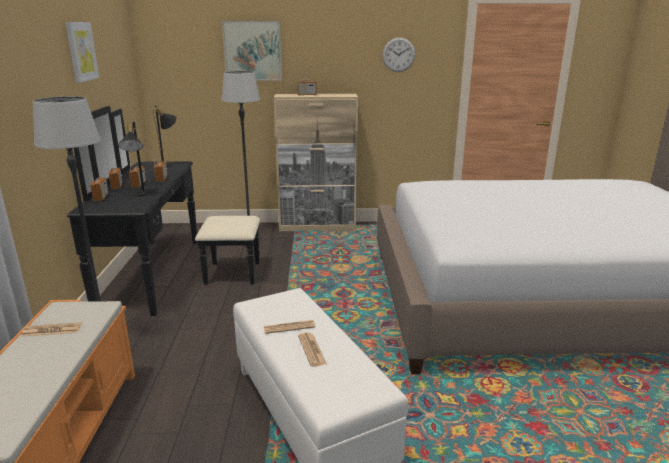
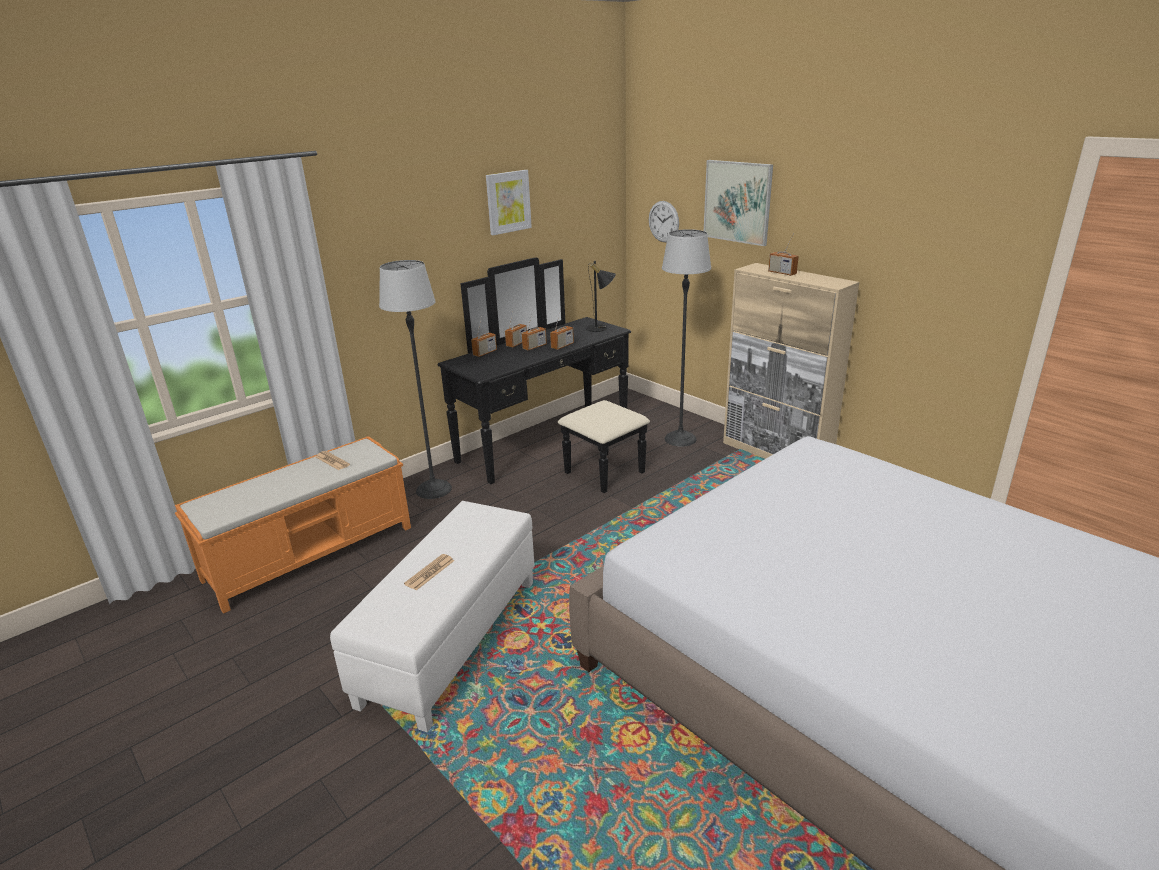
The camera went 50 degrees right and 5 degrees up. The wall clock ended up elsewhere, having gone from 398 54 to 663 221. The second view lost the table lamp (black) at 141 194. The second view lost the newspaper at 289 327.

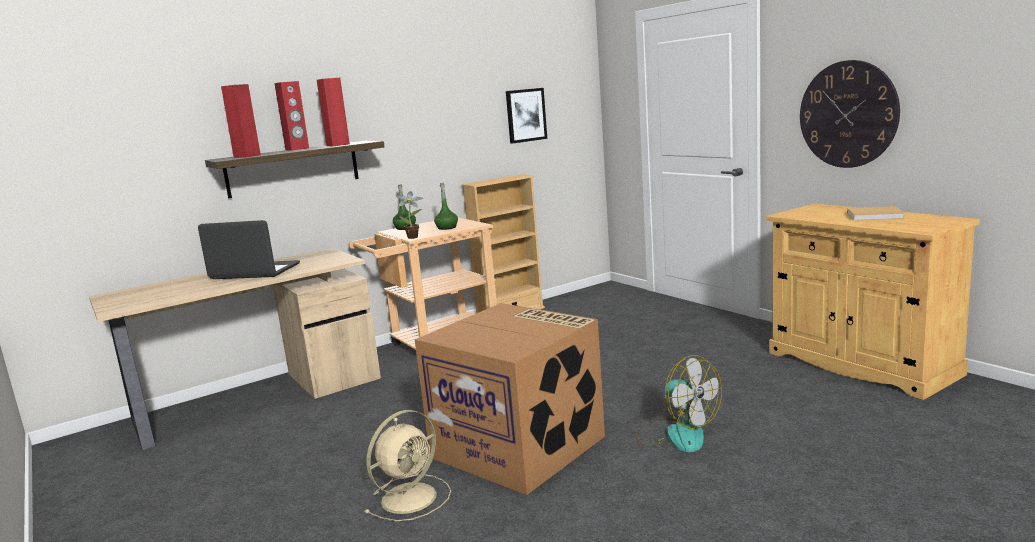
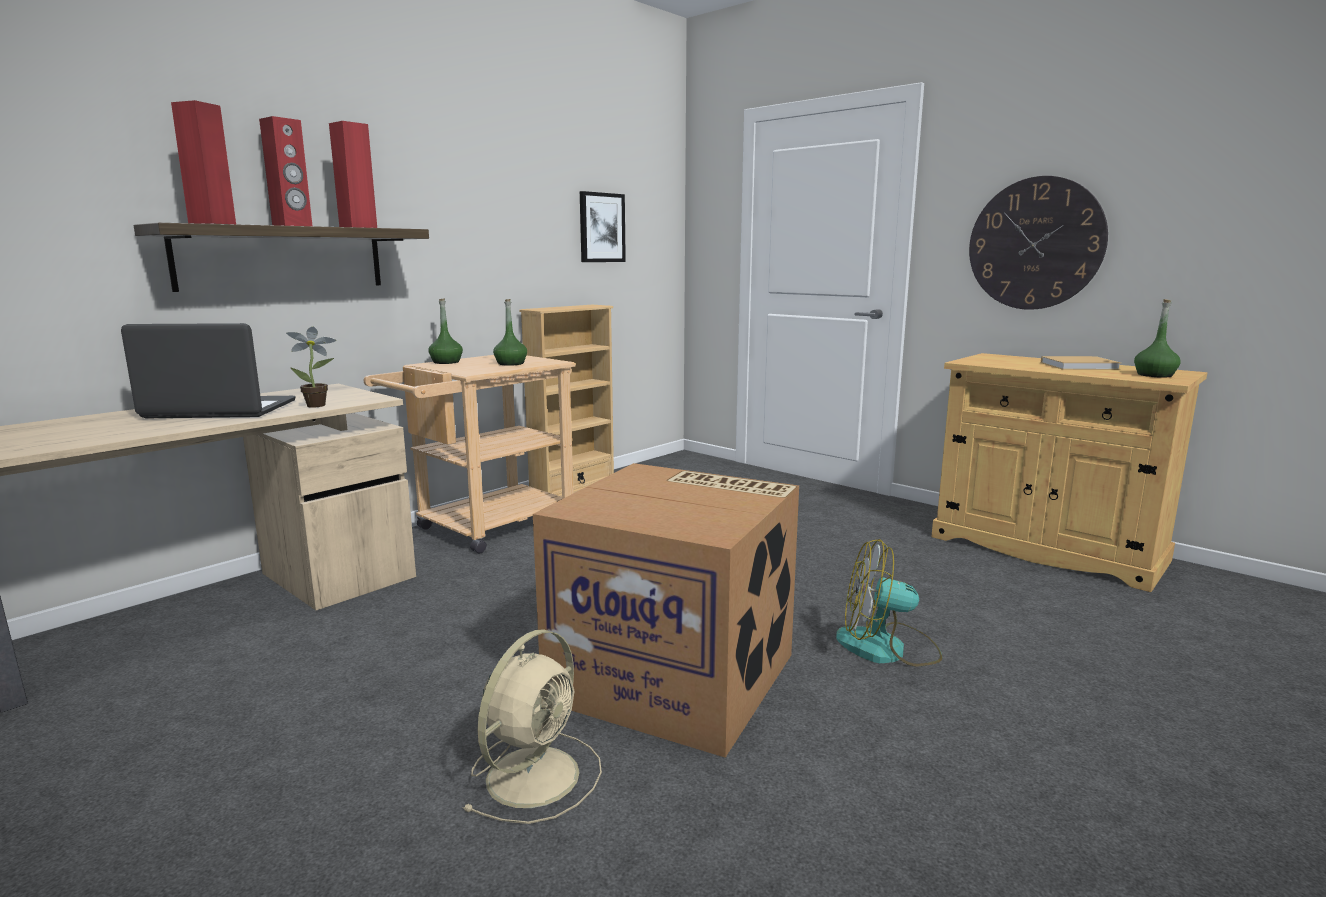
The camera went 15 degrees left and 0 degrees up. The potted plant ended up elsewhere, having gone from 414 237 to 319 405. The fan at 676 434 ended up facing another way, 150 degrees clockwise from before. The second view gained the bottle (green) at 1155 375.

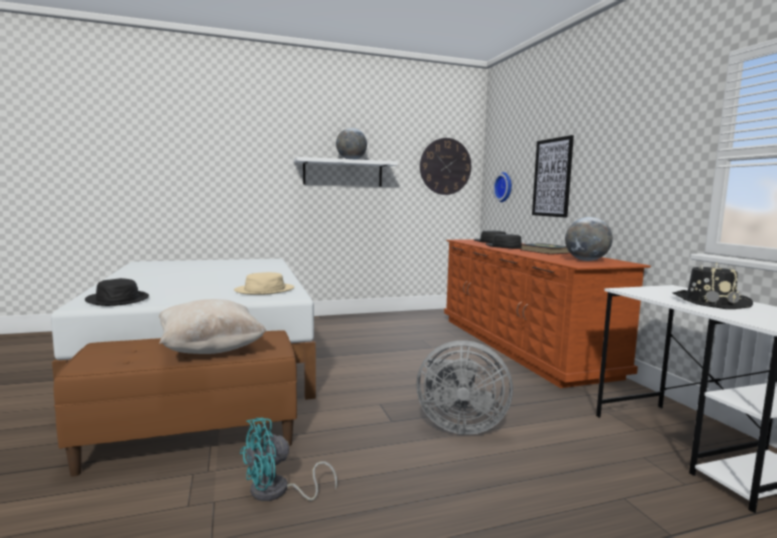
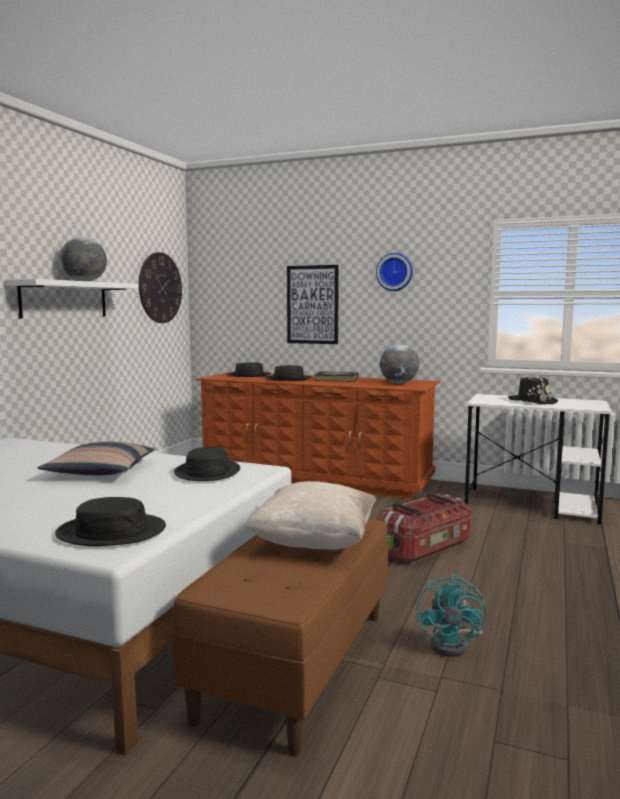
The camera went 50 degrees left and 0 degrees up. The wall clock ended up elsewhere, having gone from 504 187 to 395 272. What was the hat (beige) at 264 290 turned into the hat (black) at 207 472. Where the fan (grey) stood at 458 425, the storage box came to stand at 425 548. The second view gained the pillow at 101 471.

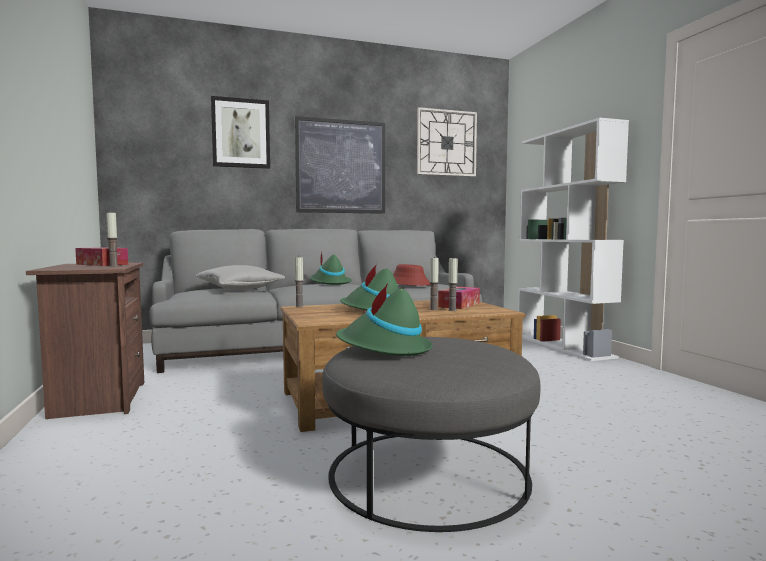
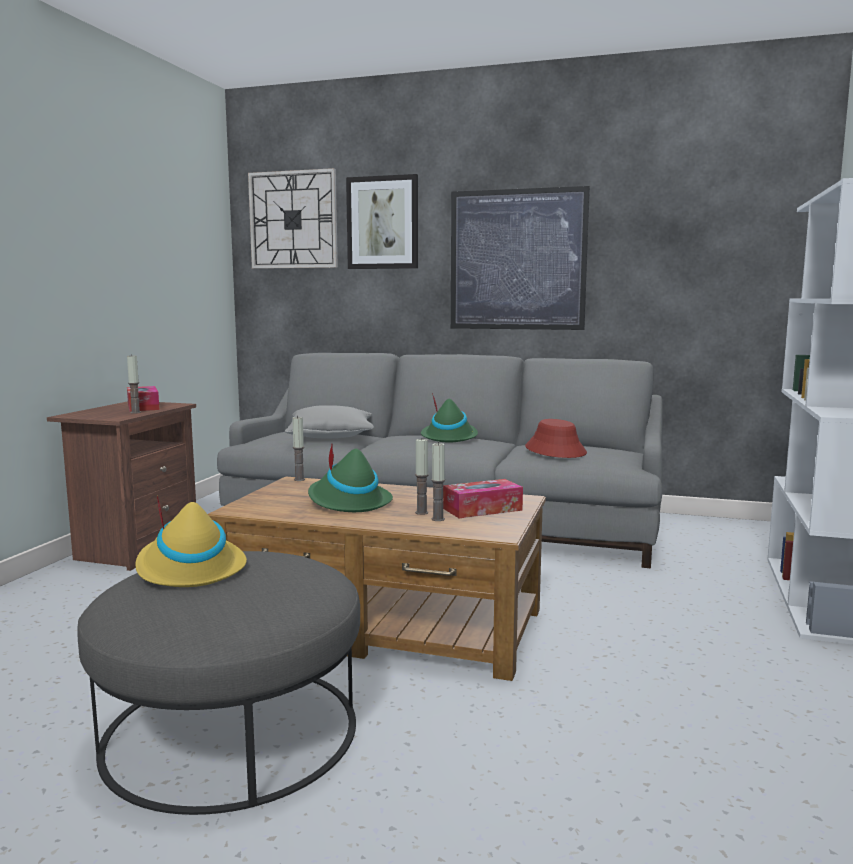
The camera went 35 degrees right and 5 degrees up. The wall clock ended up elsewhere, having gone from 446 143 to 293 220. What was the hat (green) at 383 349 turned into the hat (yellow) at 189 569.

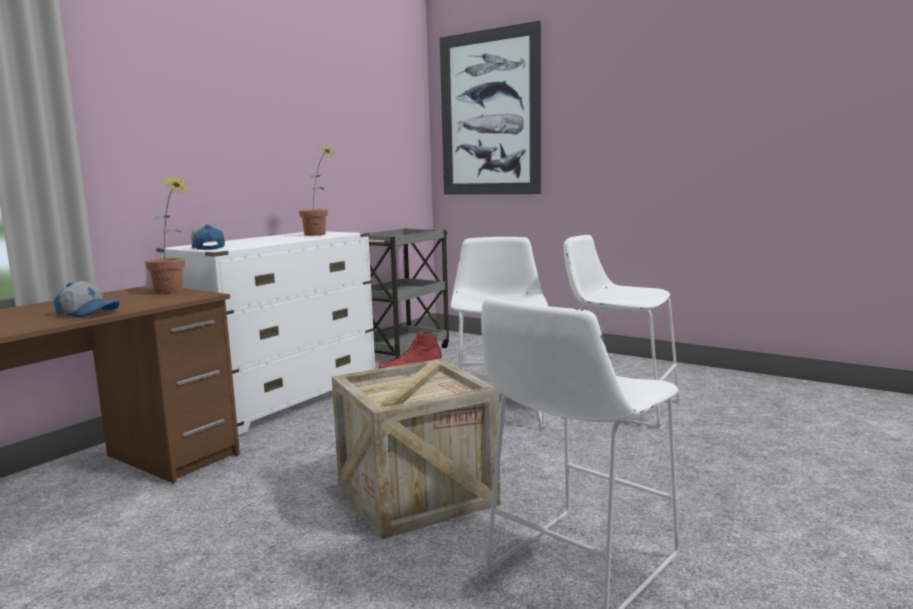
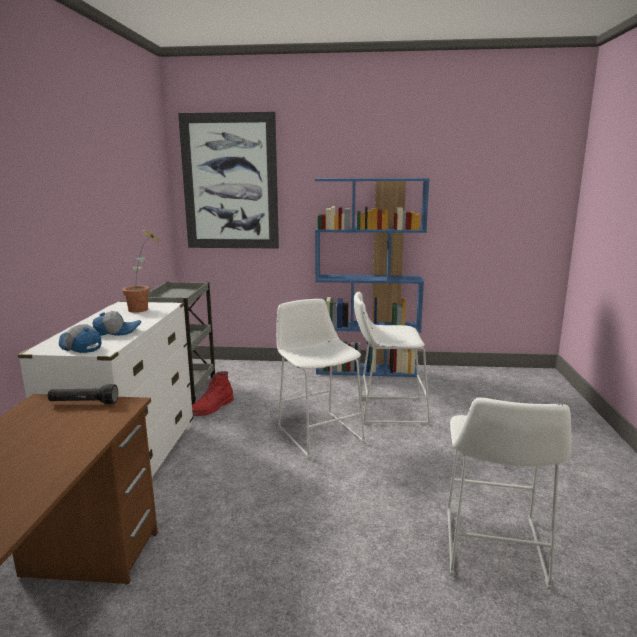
The camera went 30 degrees left and 5 degrees up. Where the potted plant stood at 174 291, the flashlight (black) came to stand at 83 403. The cap ended up elsewhere, having gone from 88 313 to 117 332. The second view lost the crate at 416 494. The second view gained the bookcase (blue) at 367 370.

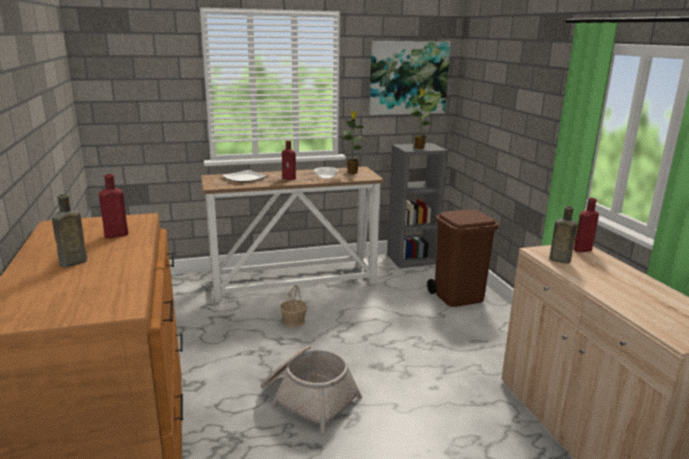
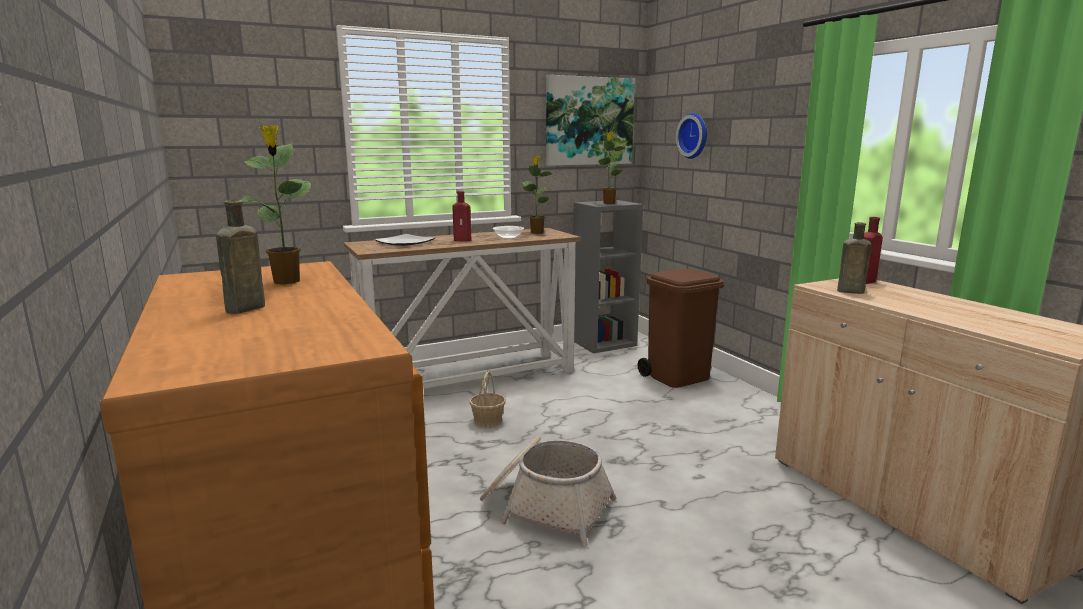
The camera went 10 degrees left and 5 degrees down. Where the bottle (red) stood at 114 235, the potted plant came to stand at 286 282. The second view gained the wall clock at 694 136.

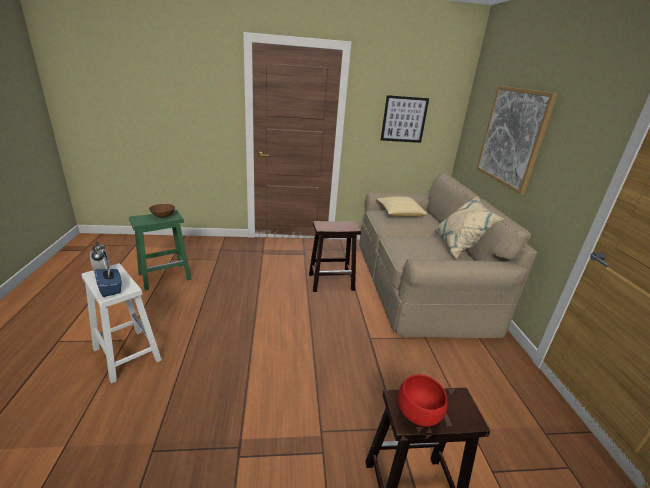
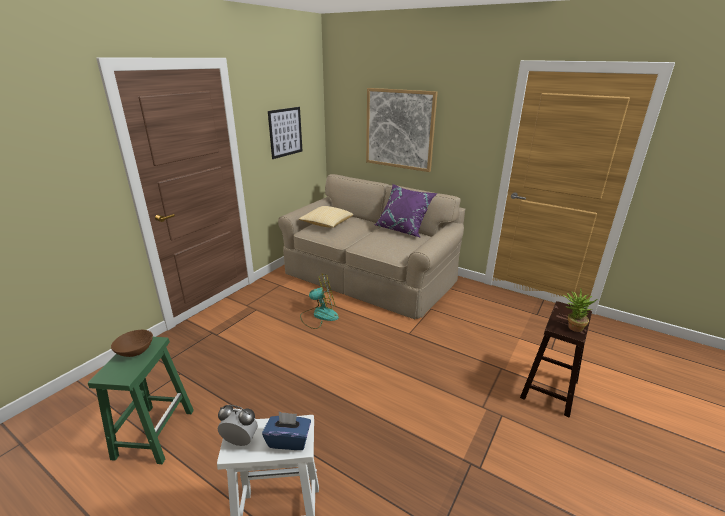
The camera went 50 degrees left and 0 degrees up. What was the pillow (beige) at 459 247 turned into the pillow (purple) at 403 229. Where the stool (brown) stood at 332 282, the fan came to stand at 319 315. Where the bowl (red) stood at 419 415, the potted plant came to stand at 572 327.

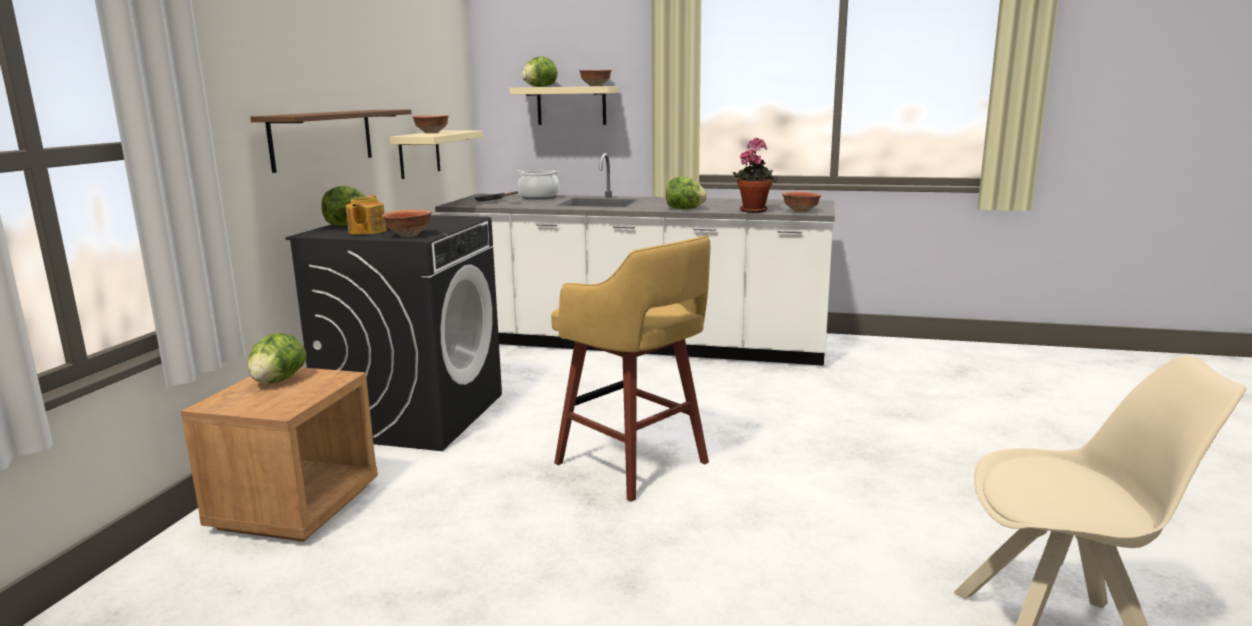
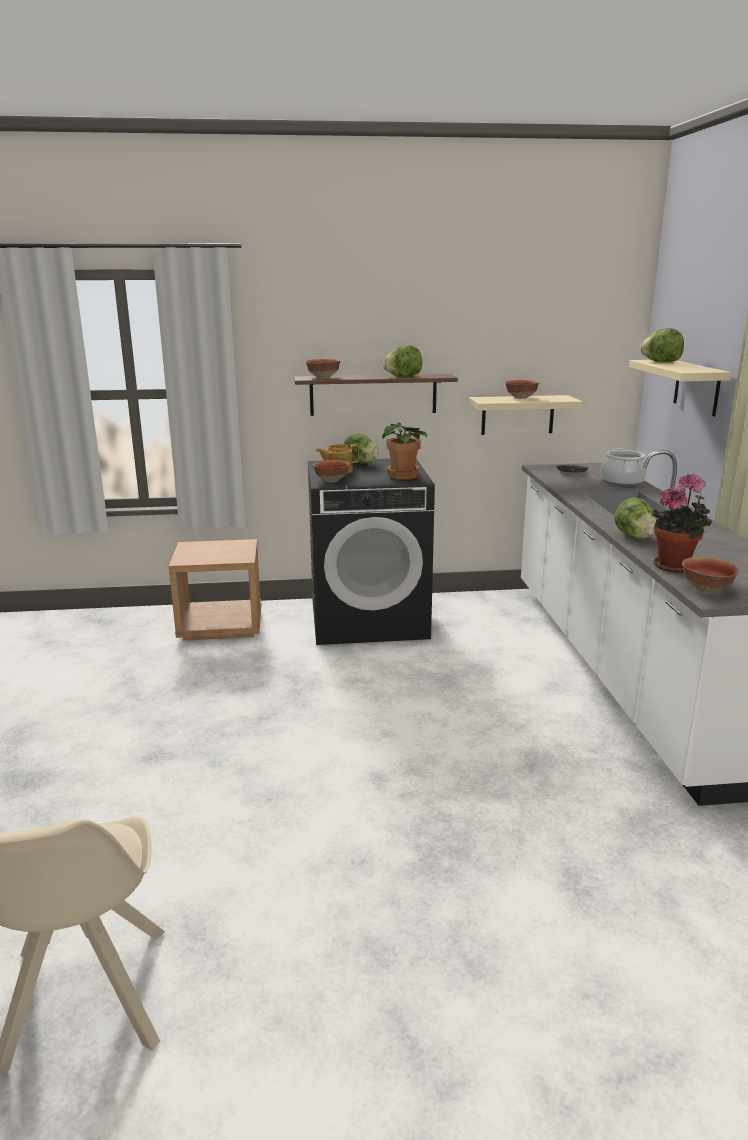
The camera went 70 degrees right and 5 degrees up. The bowl ended up elsewhere, having gone from 596 86 to 323 377. The second view lost the stool (yellow) at 634 465. The lettuce ended up elsewhere, having gone from 278 381 to 403 376. The second view gained the potted plant at 404 475.

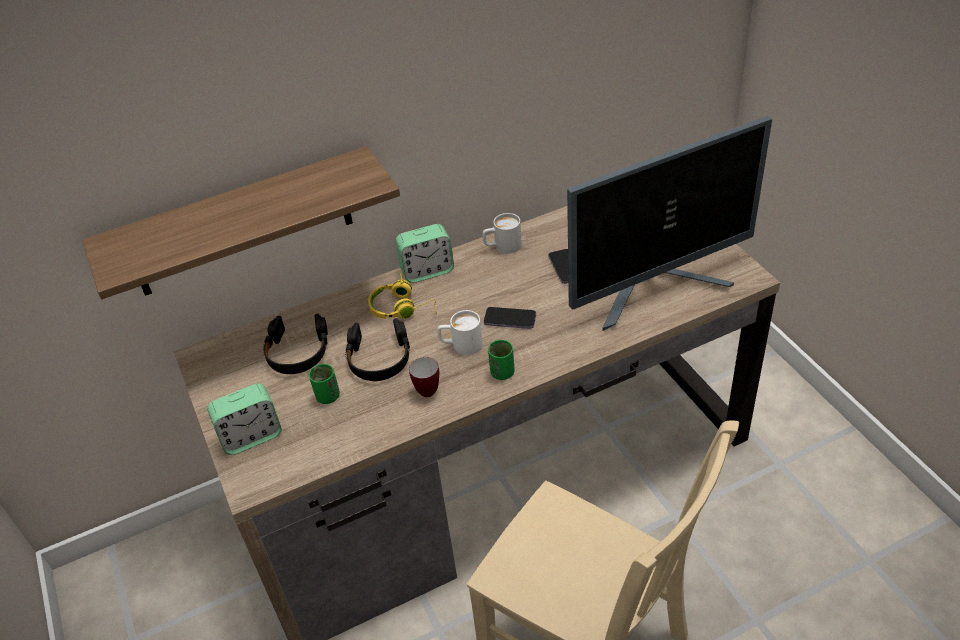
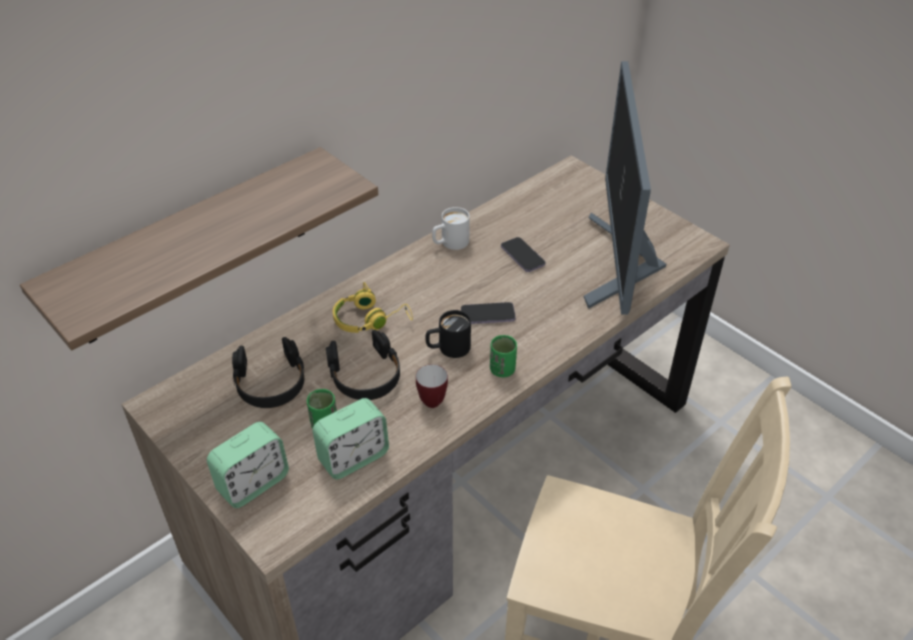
The camera went 20 degrees left and 0 degrees up. The monitor at 657 288 ended up facing another way, 135 degrees clockwise from before. The alarm clock ended up elsewhere, having gone from 427 271 to 353 457. What was the mug (white) at 461 345 turned into the mug (black) at 448 348.

